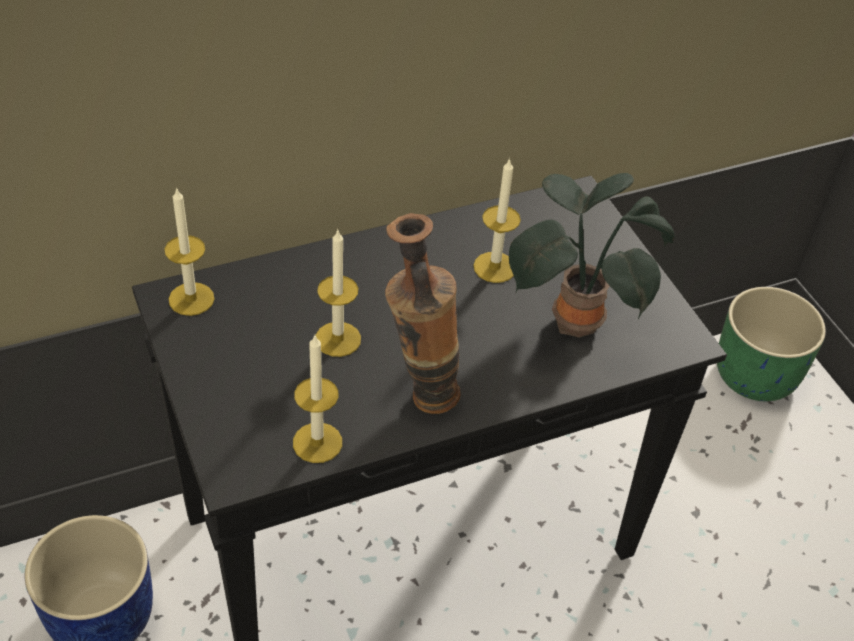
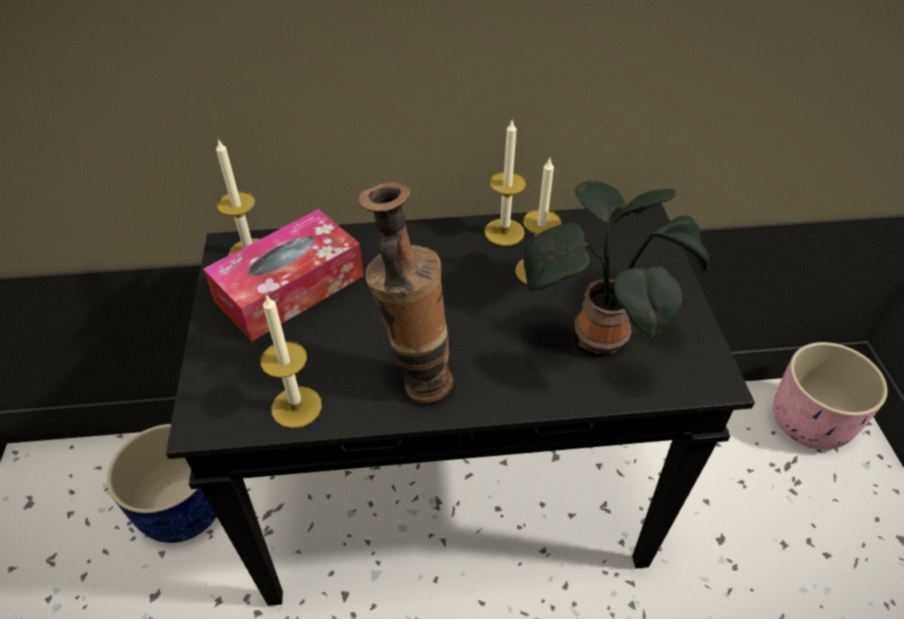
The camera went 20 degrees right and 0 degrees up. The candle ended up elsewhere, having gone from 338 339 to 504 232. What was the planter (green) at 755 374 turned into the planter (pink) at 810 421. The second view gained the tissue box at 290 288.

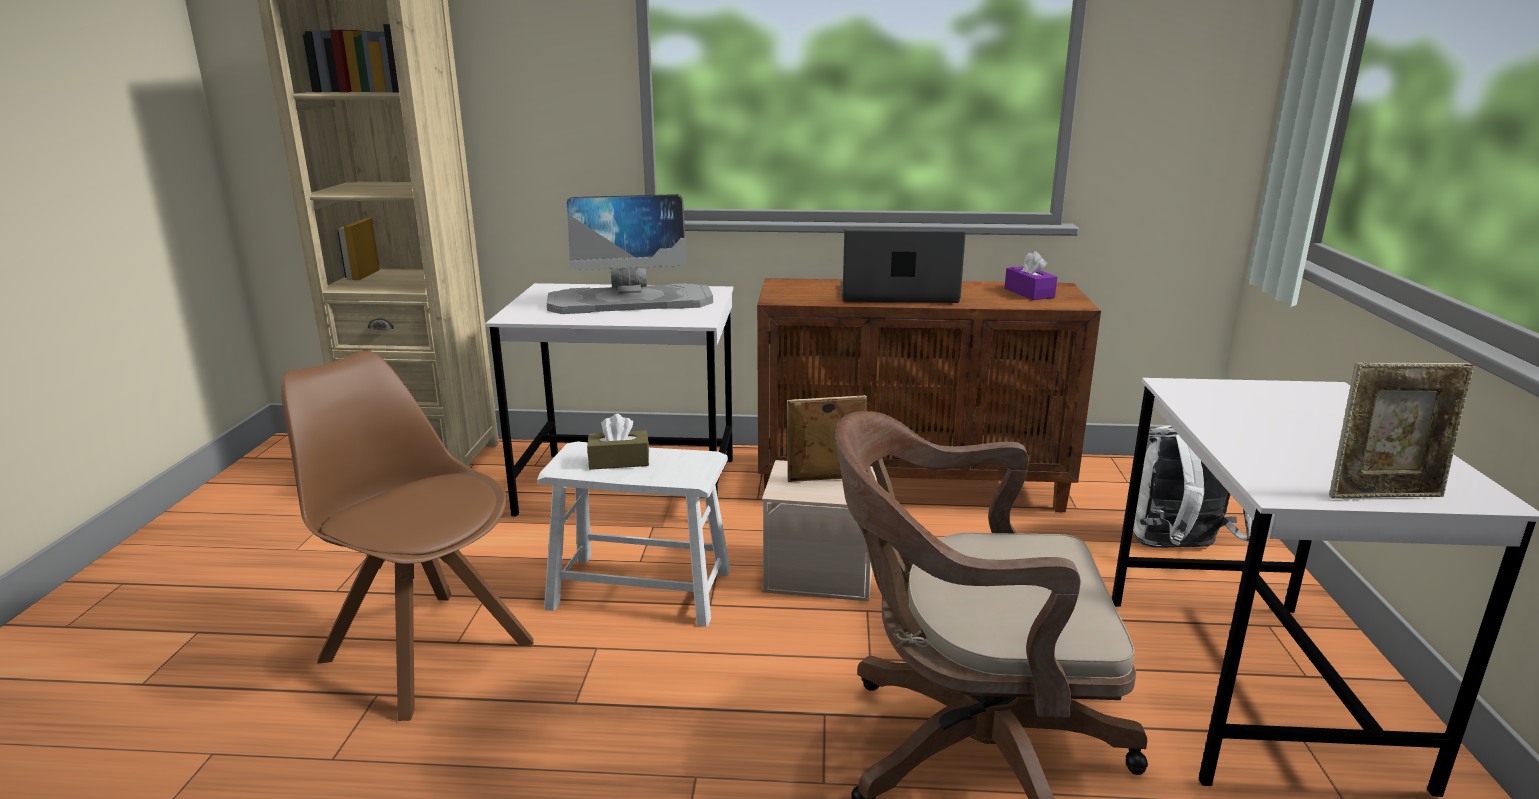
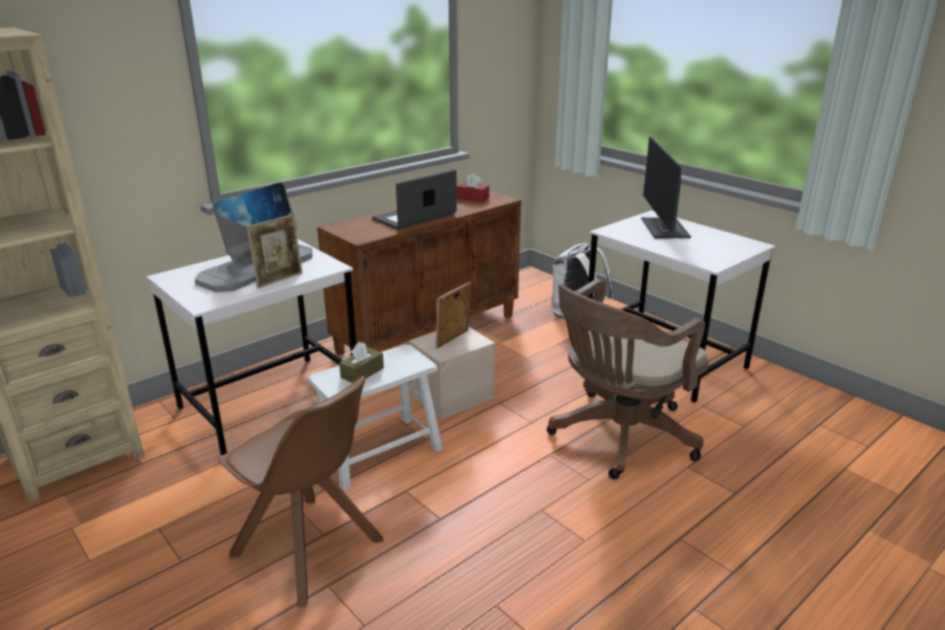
The camera went 45 degrees left and 5 degrees up. What was the tissue box (purple) at 1029 293 turned into the tissue box (red) at 472 198. The chair (brown) at 424 649 ended up facing another way, 135 degrees counterclockwise from before. The picture frame ended up elsewhere, having gone from 1383 495 to 279 279. The second view gained the monitor at 665 229.

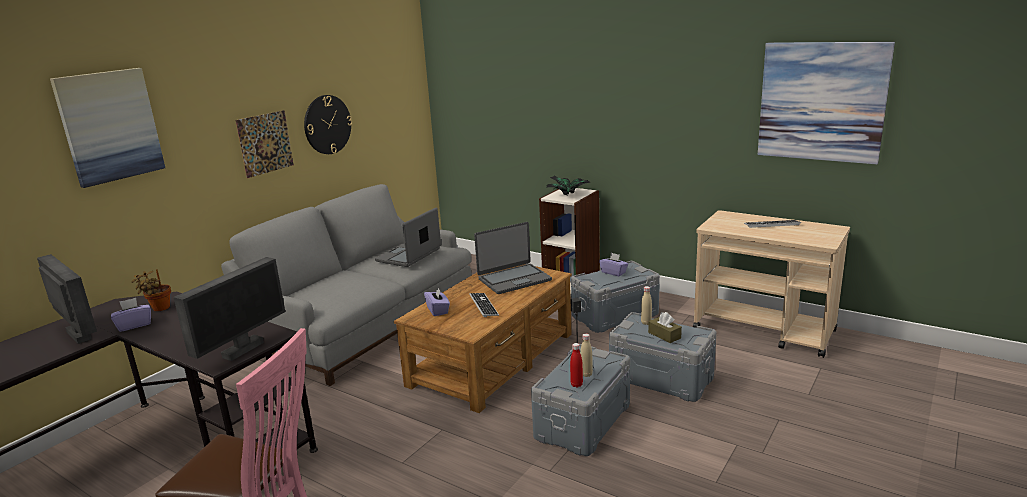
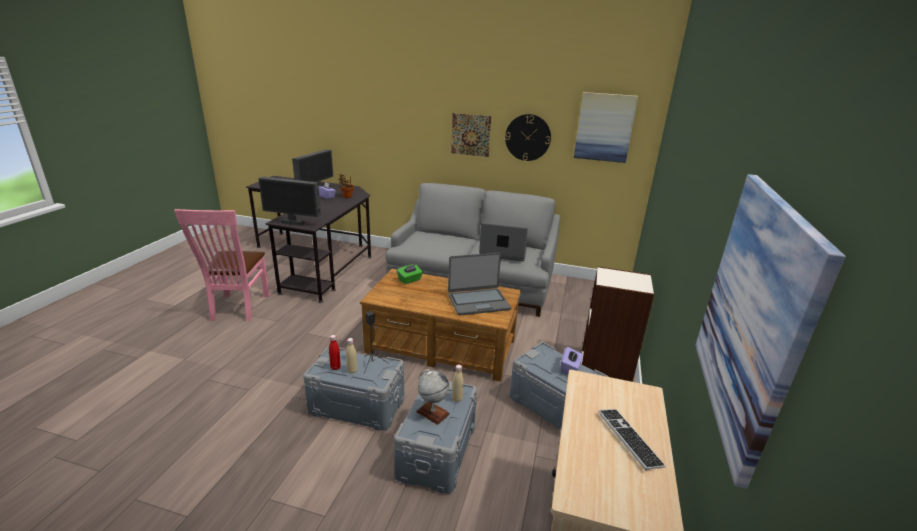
The camera went 70 degrees right and 5 degrees up. The picture ended up elsewhere, having gone from 109 126 to 604 127. The second view lost the potted plant at 569 195. The laptop at 514 279 ended up facing another way, 60 degrees counterclockwise from before. What was the tissue box (purple) at 438 310 turned into the tissue box (green) at 410 280. The second view lost the keyboard at 483 305. Where the tissue box (brown) stood at 664 335, the globe came to stand at 432 413.

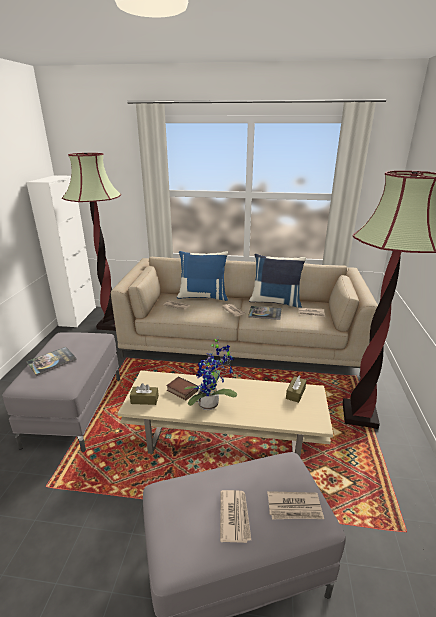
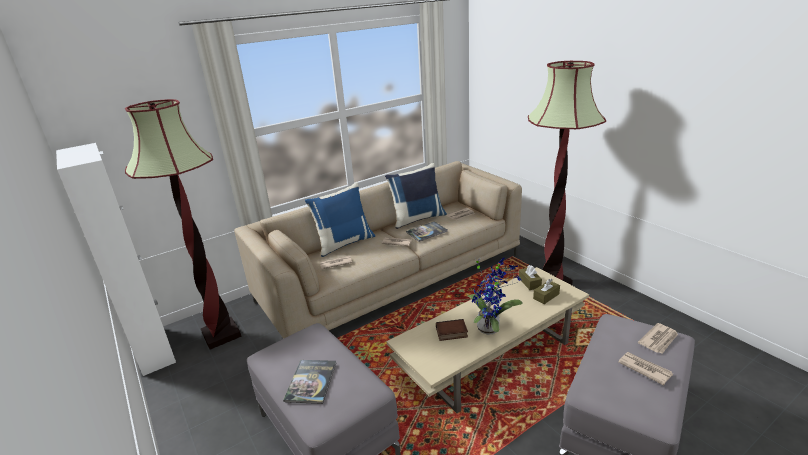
The camera went 40 degrees left and 0 degrees up. The tissue box (brown) ended up elsewhere, having gone from 144 400 to 546 296.

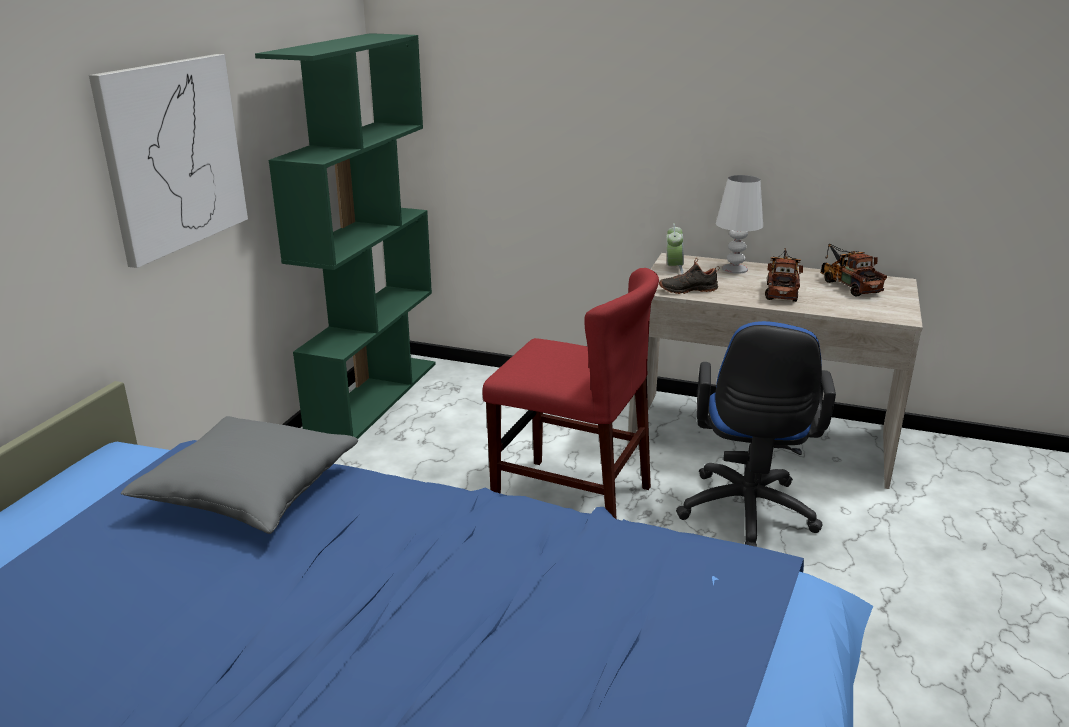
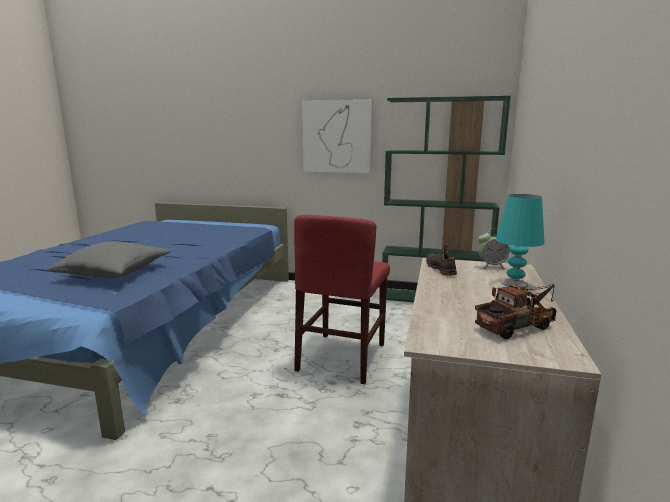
The camera went 85 degrees right and 10 degrees down. What was the table lamp (white) at 734 269 turned into the table lamp (turquoise) at 514 284. The second view lost the toy truck at 781 290. The second view lost the office chair (blue) at 746 516. The pillow (grey) ended up elsewhere, having gone from 250 492 to 114 273.

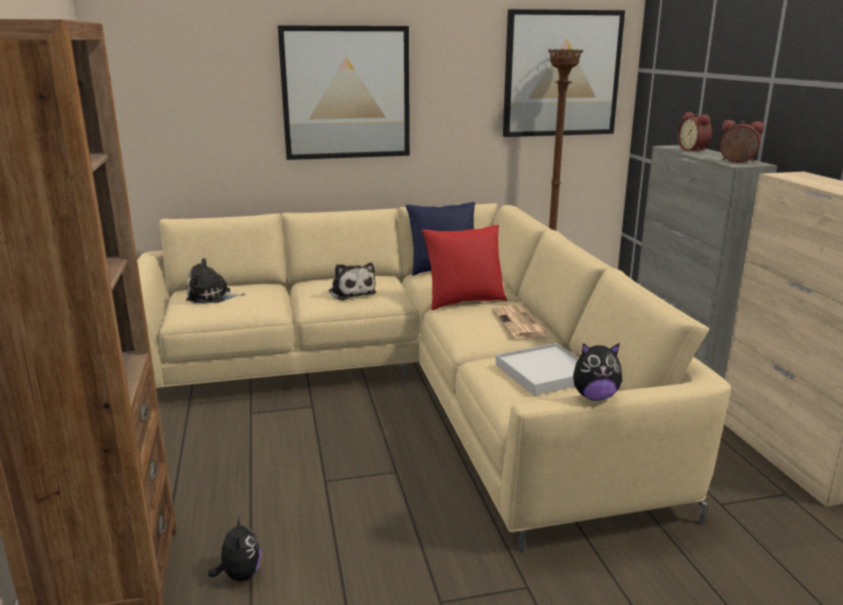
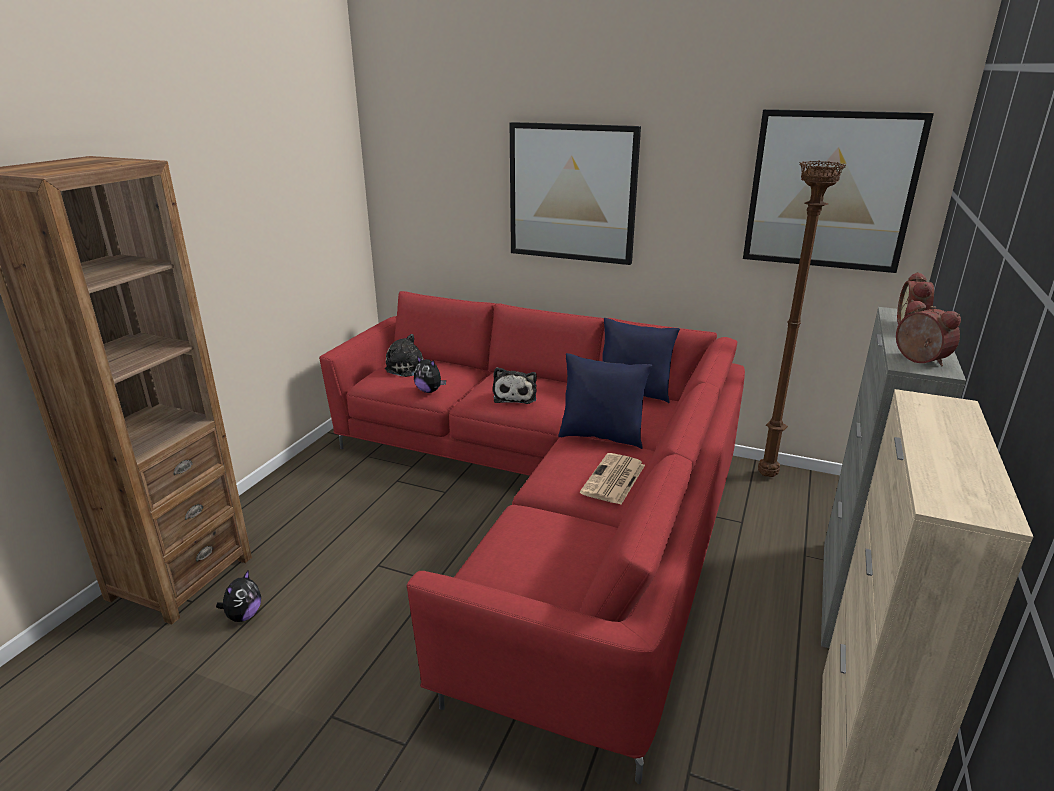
The camera went 35 degrees right and 5 degrees up. What was the sofa (beige) at 414 386 turned into the sofa (red) at 547 503. What was the pillow (red) at 464 302 turned into the pillow (blue) at 601 437. The second view lost the tray (white) at 545 372. The plush toy ended up elsewhere, having gone from 594 396 to 429 391.

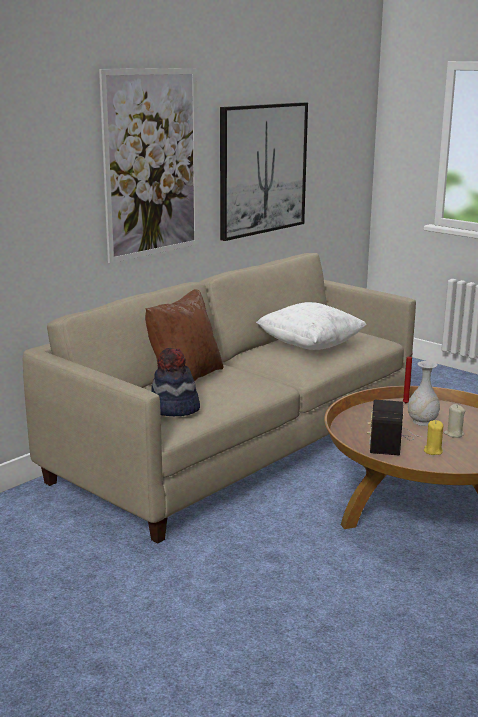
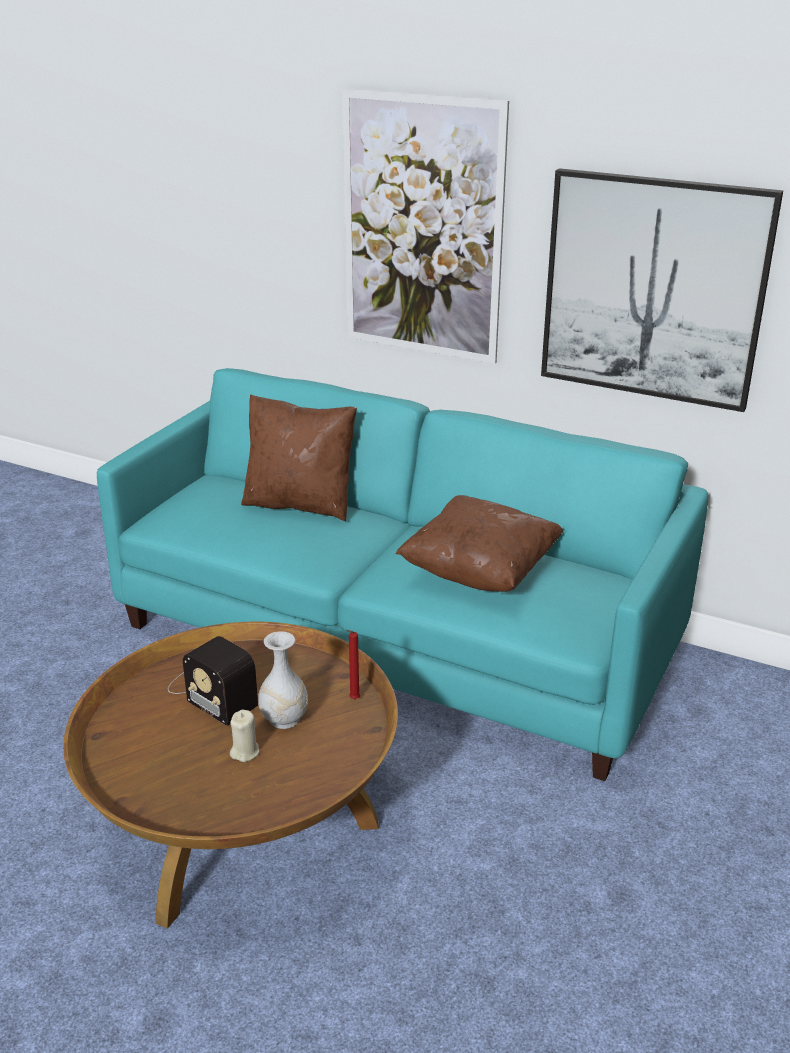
The camera went 75 degrees right and 10 degrees up. What was the sofa (beige) at 238 445 turned into the sofa (turquoise) at 397 637. What was the pillow (white) at 310 346 turned into the pillow (brown) at 480 572. The second view lost the hat at 174 409. The radio at 389 439 ended up facing another way, 135 degrees counterclockwise from before. The second view lost the candle (yellow) at 433 451.

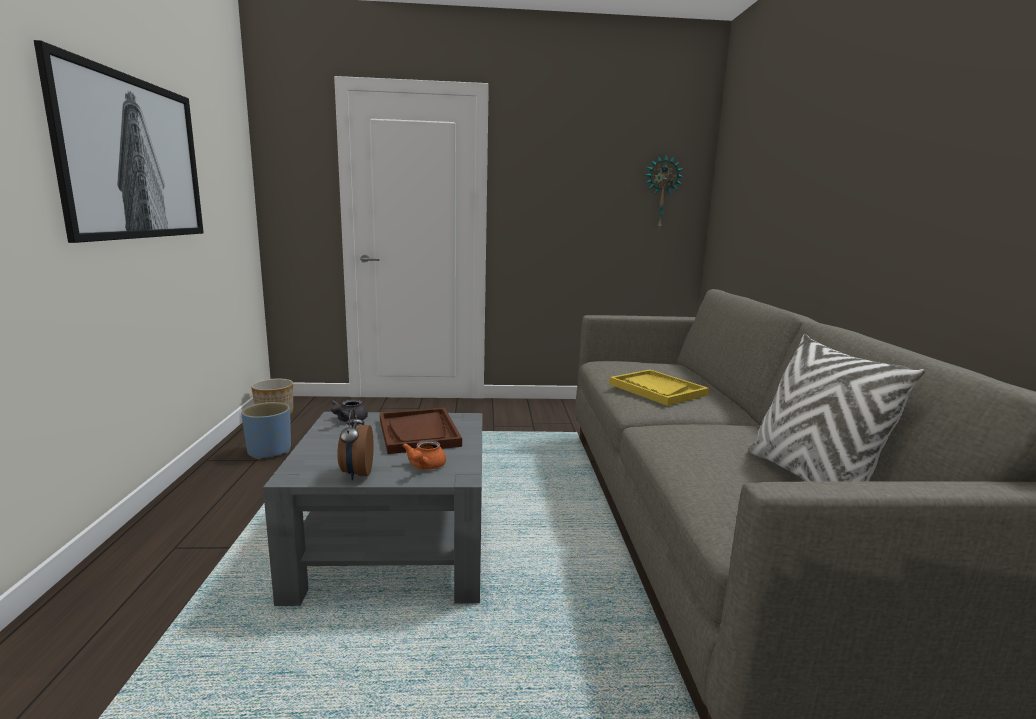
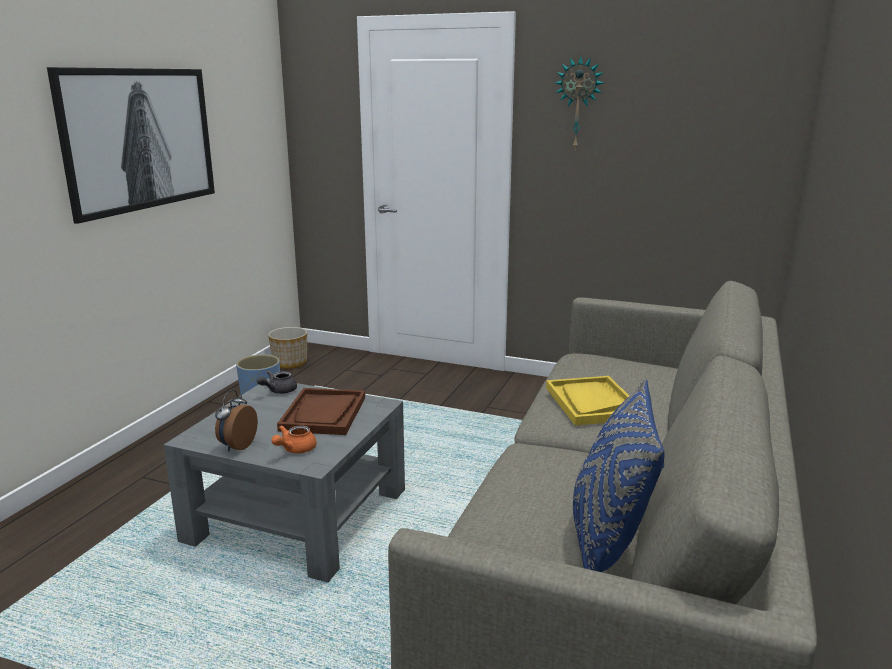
The camera went 25 degrees right and 5 degrees up. The wall clock ended up elsewhere, having gone from 661 193 to 578 103. What was the pillow (white) at 809 478 turned into the pillow (blue) at 608 539.

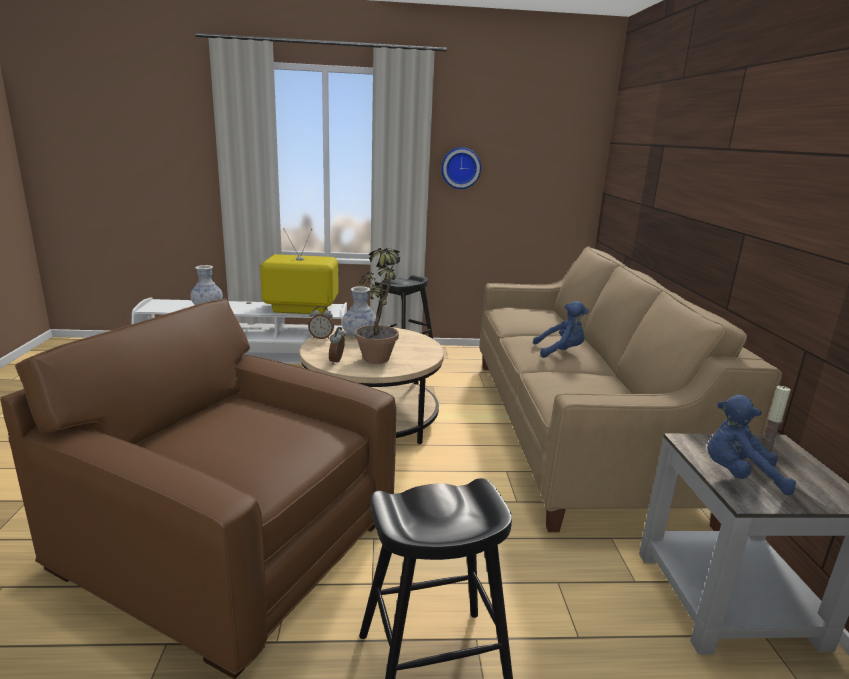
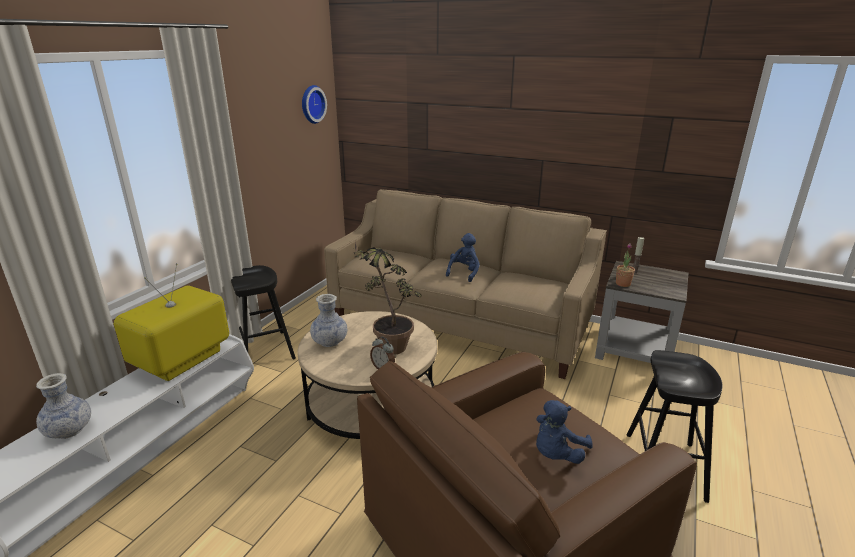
The camera went 60 degrees left and 5 degrees up. The wall clock ended up elsewhere, having gone from 460 168 to 311 104. The second view lost the alarm clock at 321 337. The plush toy (blue) ended up elsewhere, having gone from 738 476 to 557 454. The second view gained the potted plant at 623 284.

